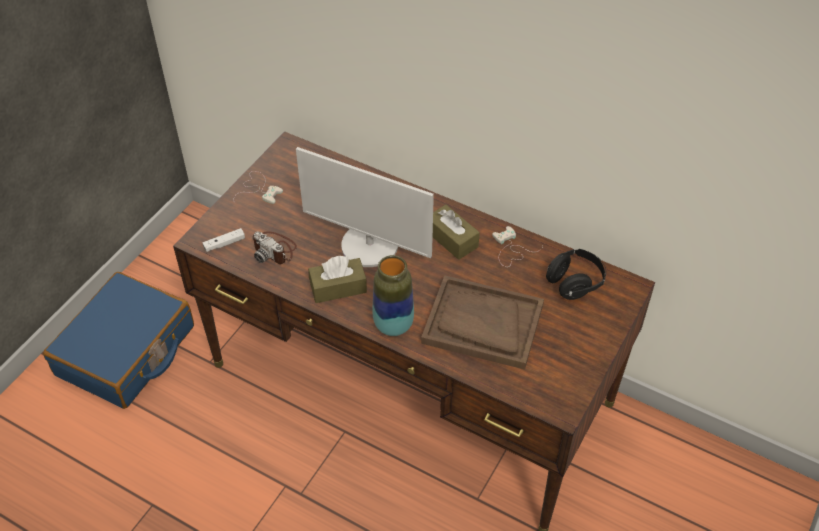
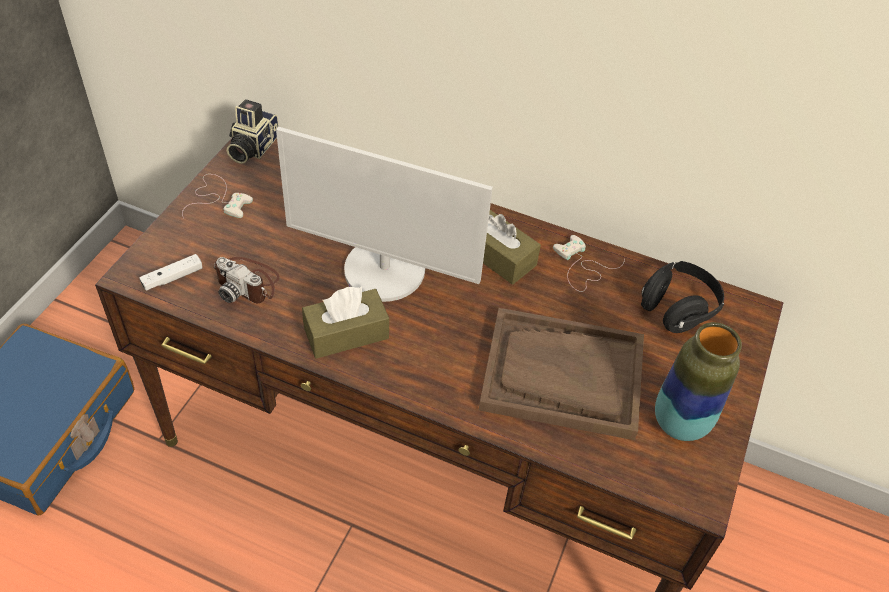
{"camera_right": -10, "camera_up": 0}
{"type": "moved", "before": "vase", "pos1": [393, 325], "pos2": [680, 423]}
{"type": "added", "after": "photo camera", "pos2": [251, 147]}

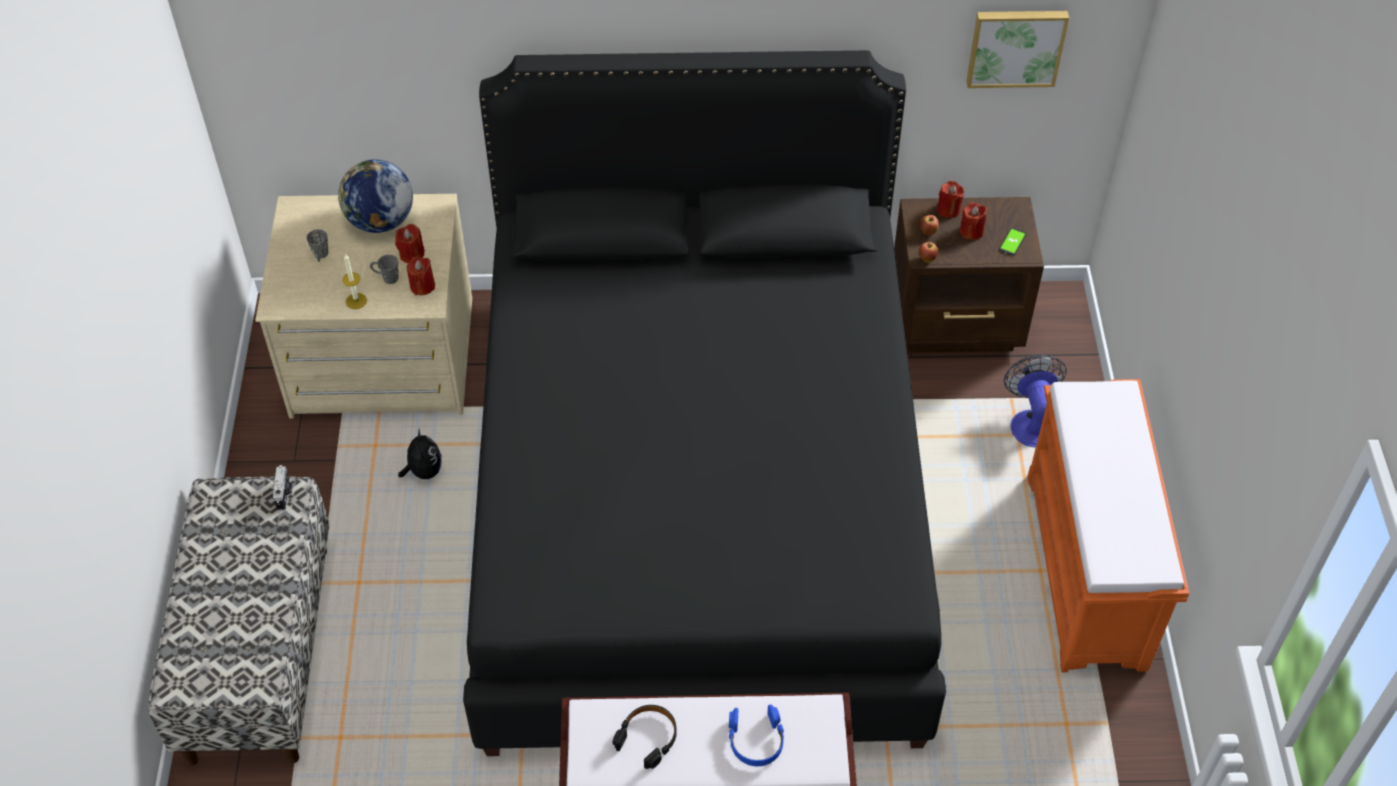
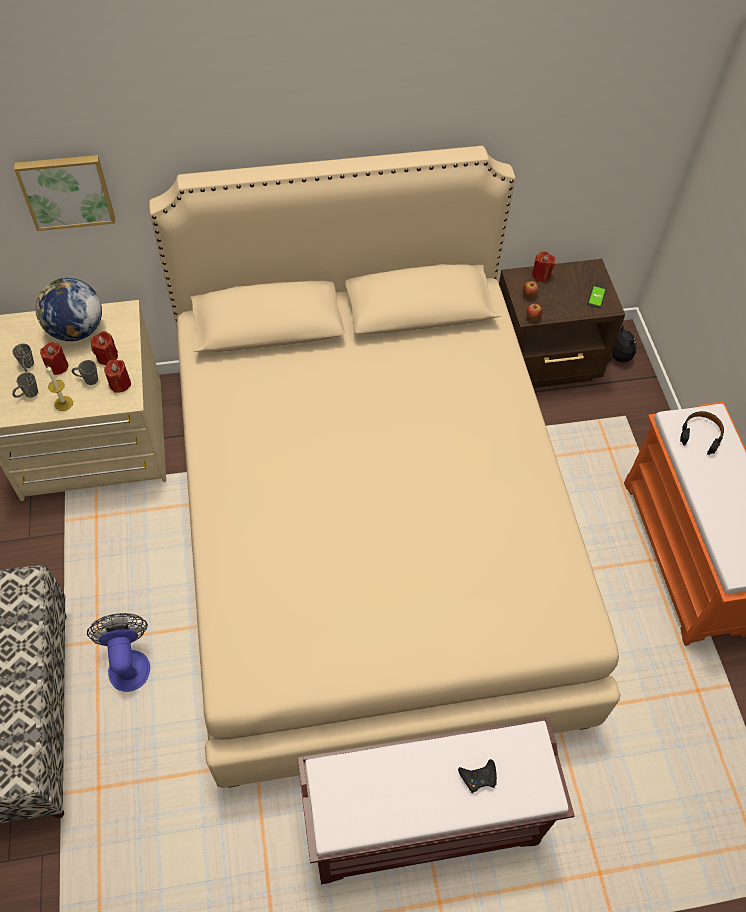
{"camera_right": -10, "camera_up": 5}
{"type": "moved", "before": "picture", "pos1": [1015, 46], "pos2": [66, 190]}
{"type": "recoloured", "before": "black-coloured bed", "after": "beige-coloured bed", "pos1": [698, 502], "pos2": [369, 534]}
{"type": "moved", "before": "red-coloured candle", "pos1": [971, 231], "pos2": [57, 366]}
{"type": "moved", "before": "electric fan", "pos1": [1031, 421], "pos2": [128, 662]}
{"type": "moved", "before": "soft toy", "pos1": [424, 471], "pos2": [617, 357]}
{"type": "removed", "before": "photo camera", "pos1": [284, 494]}
{"type": "replaced", "before": "bluish pair of headphones", "after": "black-coloured joypad", "pos1": [756, 740], "pos2": [478, 777]}
{"type": "moved", "before": "black-coloured pair of headphones", "pos1": [648, 738], "pos2": [701, 434]}
{"type": "added", "after": "gray mug", "pos2": [27, 395]}

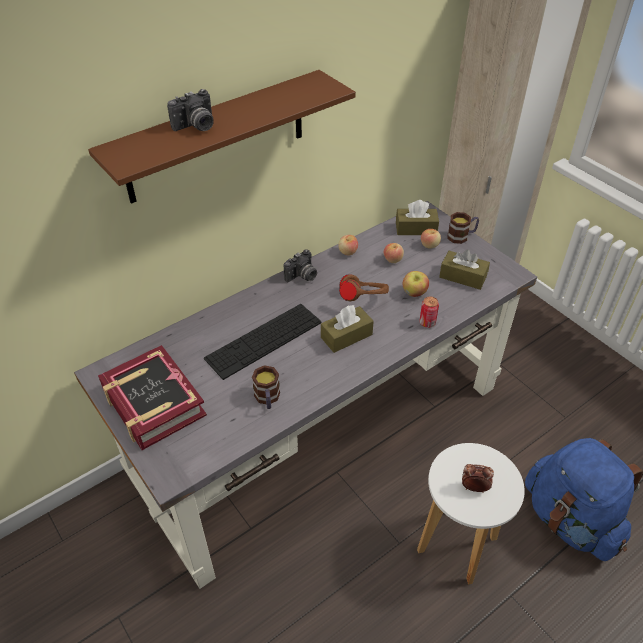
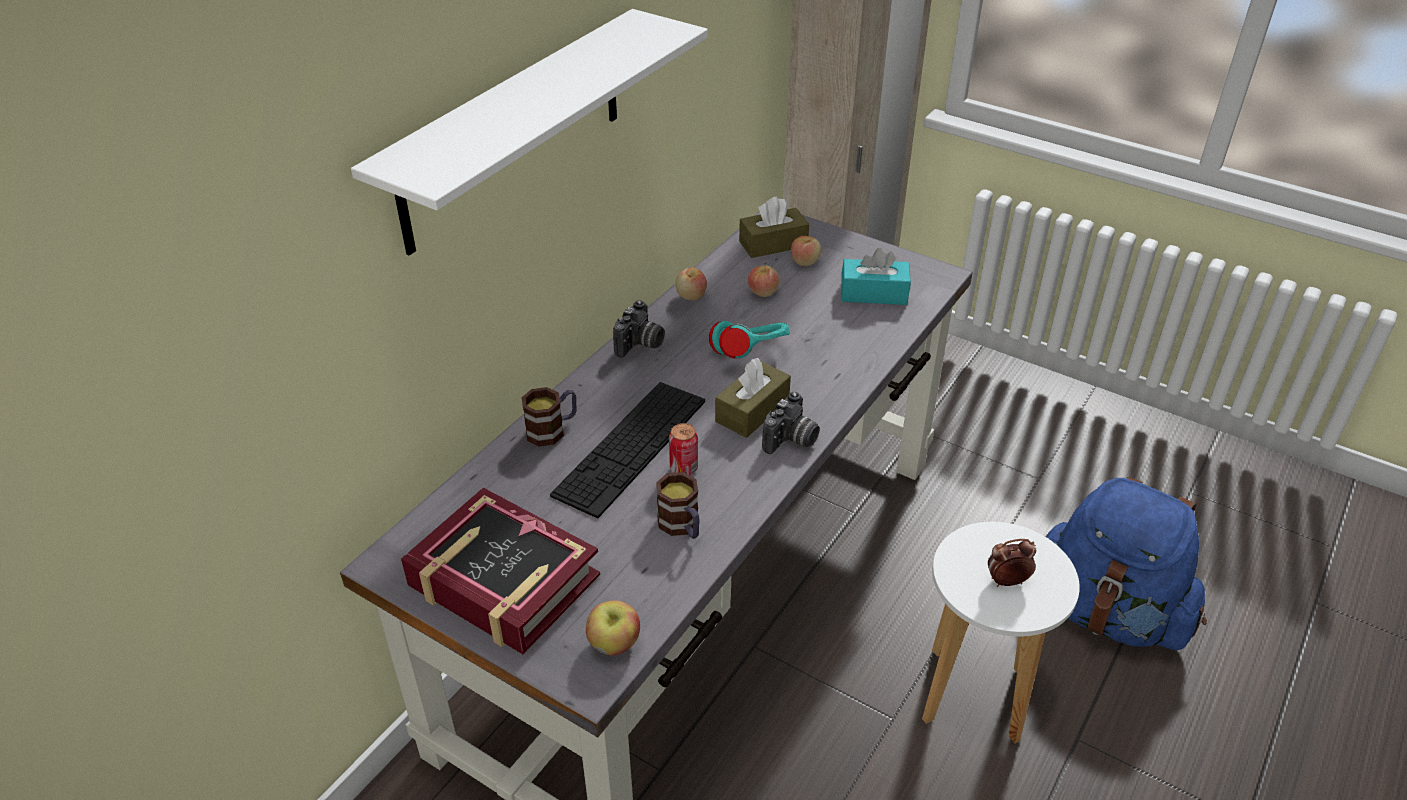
{"camera_right": -20, "camera_up": -5}
{"type": "recoloured", "before": "brownish bracket shelf", "after": "white bracket shelf", "pos1": [216, 137], "pos2": [513, 130]}
{"type": "moved", "before": "photo camera", "pos1": [196, 127], "pos2": [791, 441]}
{"type": "moved", "before": "mug", "pos1": [461, 236], "pos2": [552, 429]}
{"type": "recoloured", "before": "brownish box of tissues", "after": "turquoise-coloured box of tissues", "pos1": [463, 276], "pos2": [874, 293]}
{"type": "moved", "before": "whole apple", "pos1": [414, 293], "pos2": [614, 644]}
{"type": "recoloured", "before": "brownish pair of headphones", "after": "turquoise-coloured pair of headphones", "pos1": [363, 300], "pos2": [750, 357]}
{"type": "moved", "before": "sealed can", "pos1": [427, 323], "pos2": [683, 469]}

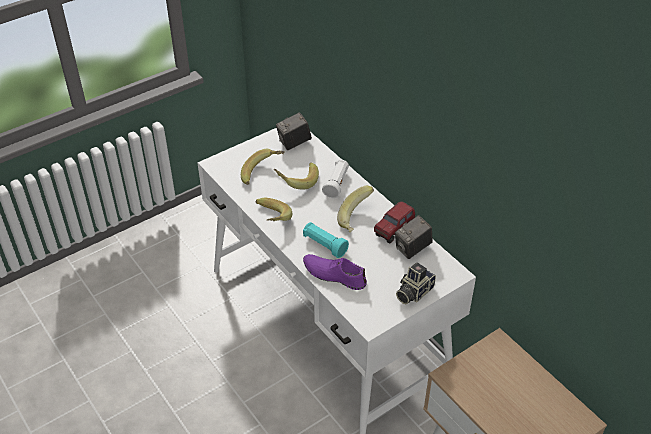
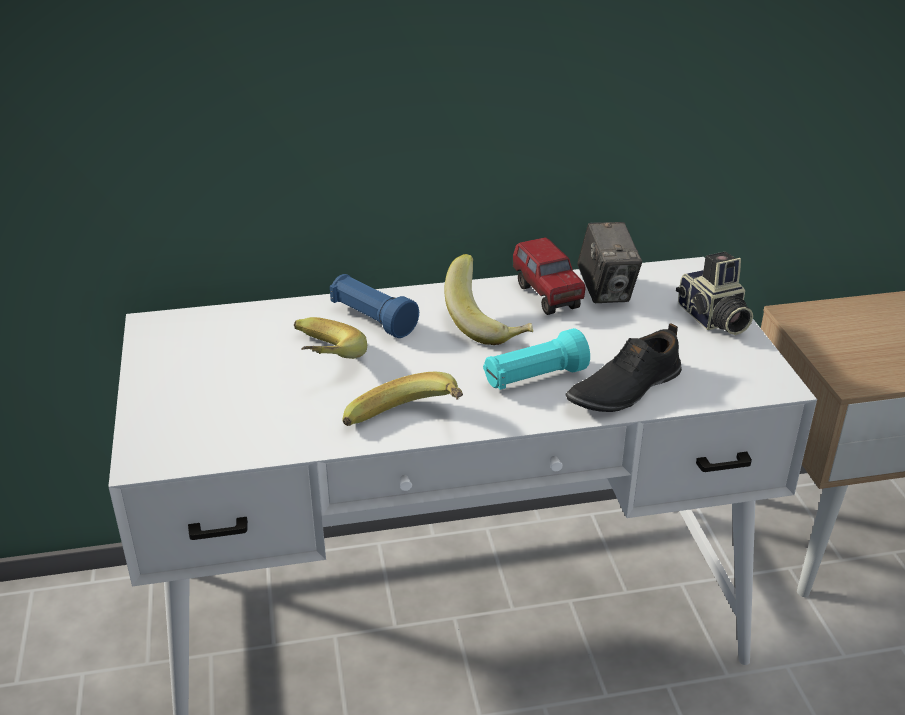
{"camera_right": -65, "camera_up": -10}
{"type": "removed", "before": "photo camera", "pos1": [294, 143]}
{"type": "removed", "before": "banana fruit", "pos1": [263, 174]}
{"type": "recoloured", "before": "white hand torch", "after": "bluish hand torch", "pos1": [336, 184], "pos2": [372, 319]}
{"type": "recoloured", "before": "purple-coloured low shoe", "after": "black-coloured low shoe", "pos1": [334, 275], "pos2": [624, 388]}

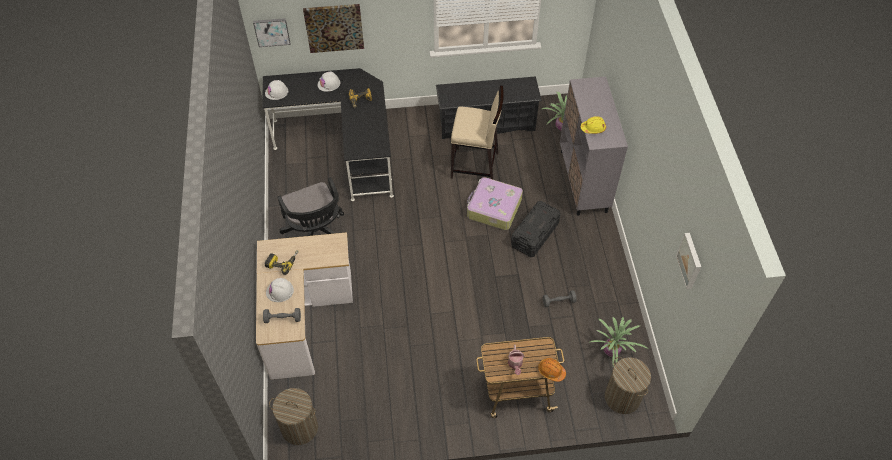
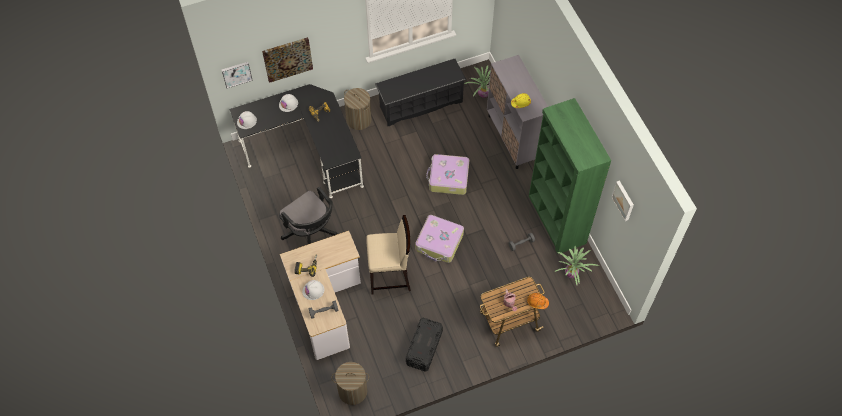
{"camera_right": -15, "camera_up": 5}
{"type": "moved", "before": "beige-coloured stool seat", "pos1": [475, 166], "pos2": [390, 276]}
{"type": "moved", "before": "black-coloured storage bin", "pos1": [534, 235], "pos2": [424, 348]}
{"type": "moved", "before": "laundry basket", "pos1": [622, 397], "pos2": [358, 120]}
{"type": "added", "after": "greenish bookcase", "pos2": [556, 220]}
{"type": "added", "after": "travel case", "pos2": [439, 242]}

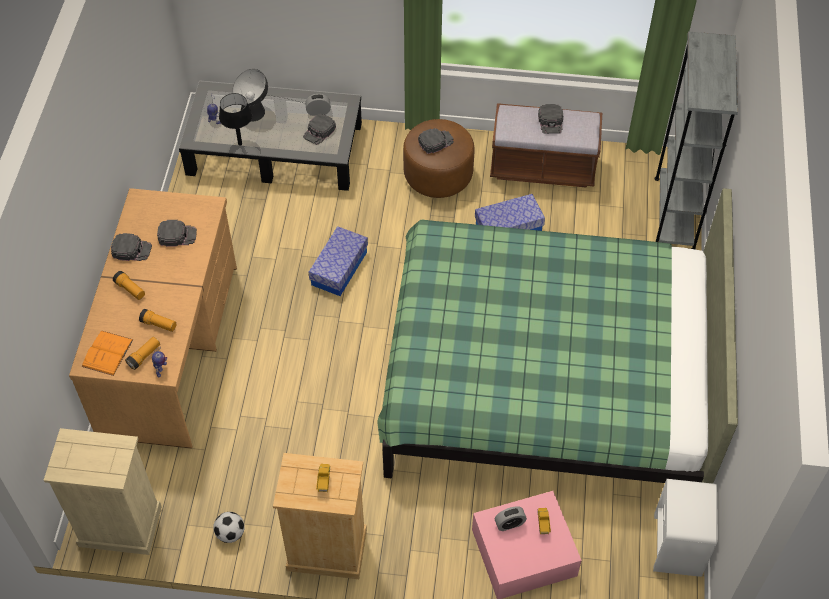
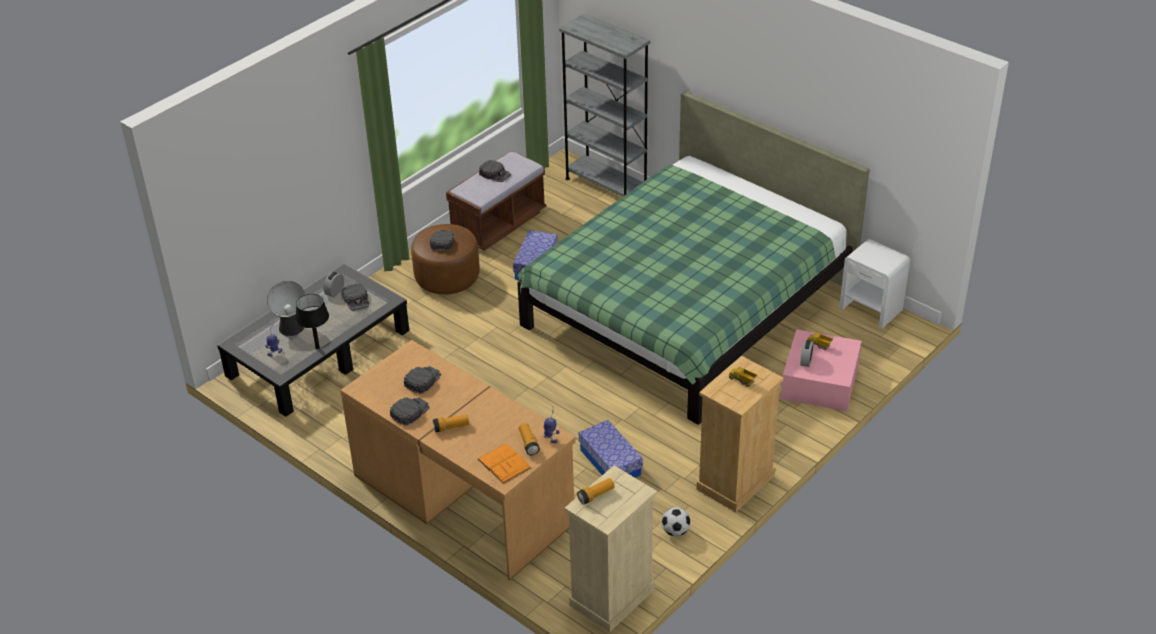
{"camera_right": -55, "camera_up": -15}
{"type": "moved", "before": "storage bin", "pos1": [339, 268], "pos2": [610, 462]}
{"type": "moved", "before": "hand torch", "pos1": [159, 324], "pos2": [596, 495]}

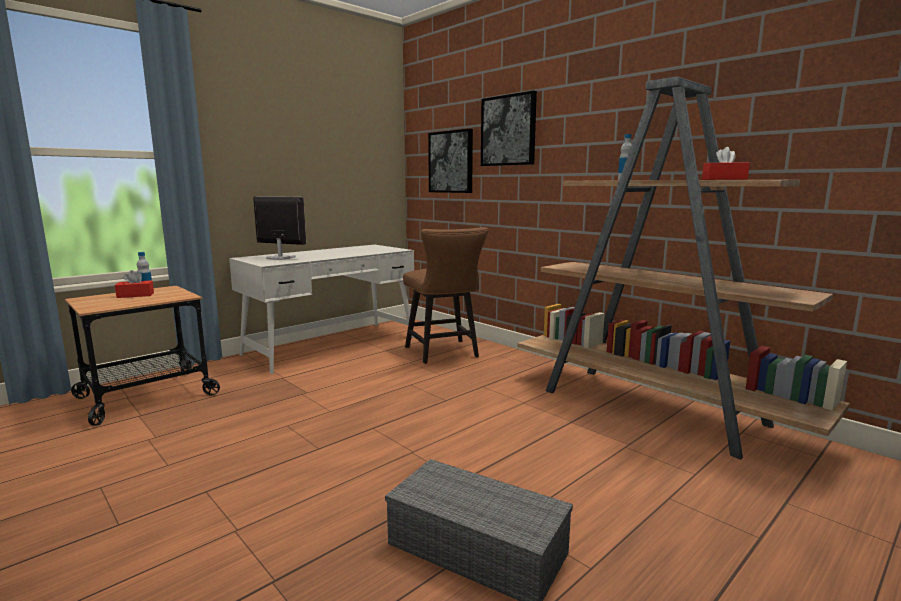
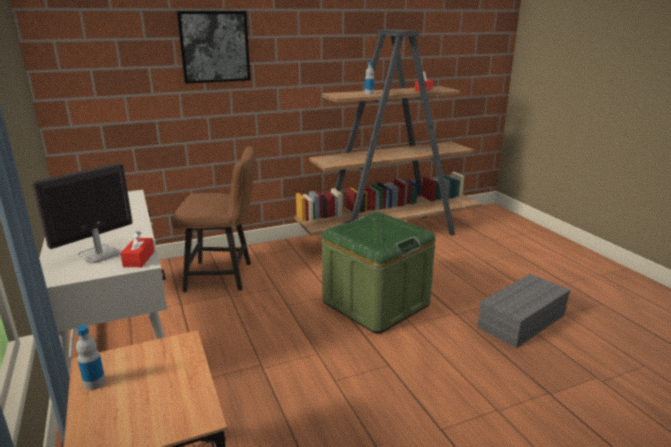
{"camera_right": -70, "camera_up": 10}
{"type": "removed", "before": "picture", "pos1": [451, 162]}
{"type": "moved", "before": "red-coloured box of tissues", "pos1": [135, 295], "pos2": [139, 259]}
{"type": "added", "after": "greenish storage bin", "pos2": [376, 303]}

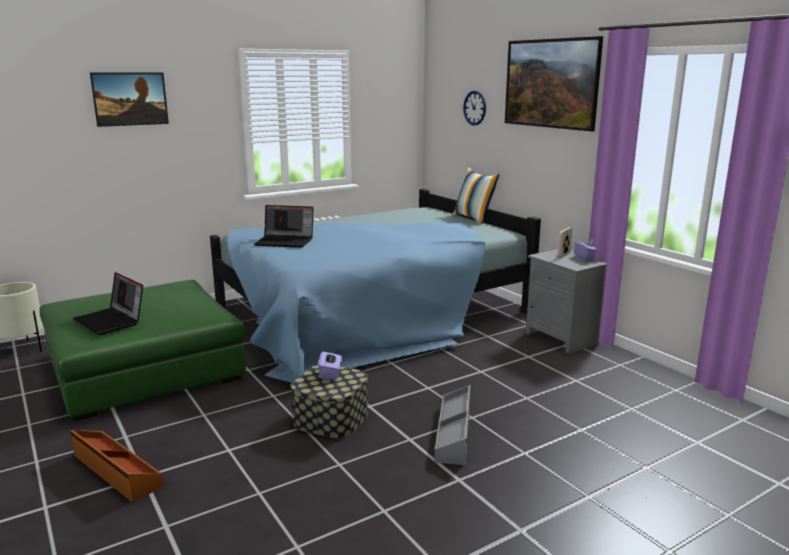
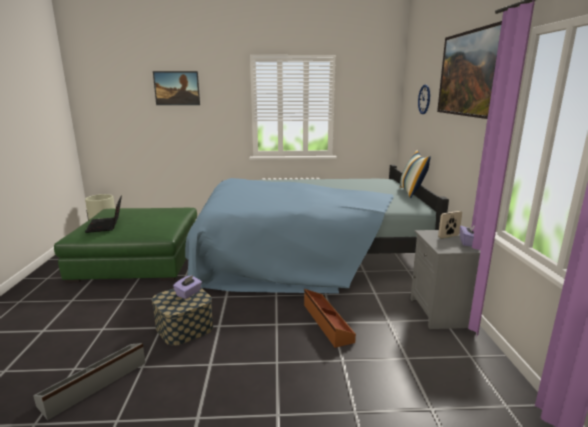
{"camera_right": 30, "camera_up": 0}
{"type": "removed", "before": "laptop", "pos1": [285, 241]}
{"type": "moved", "before": "gray storage bin", "pos1": [454, 433], "pos2": [95, 383]}
{"type": "moved", "before": "brownish storage bin", "pos1": [115, 471], "pos2": [326, 322]}

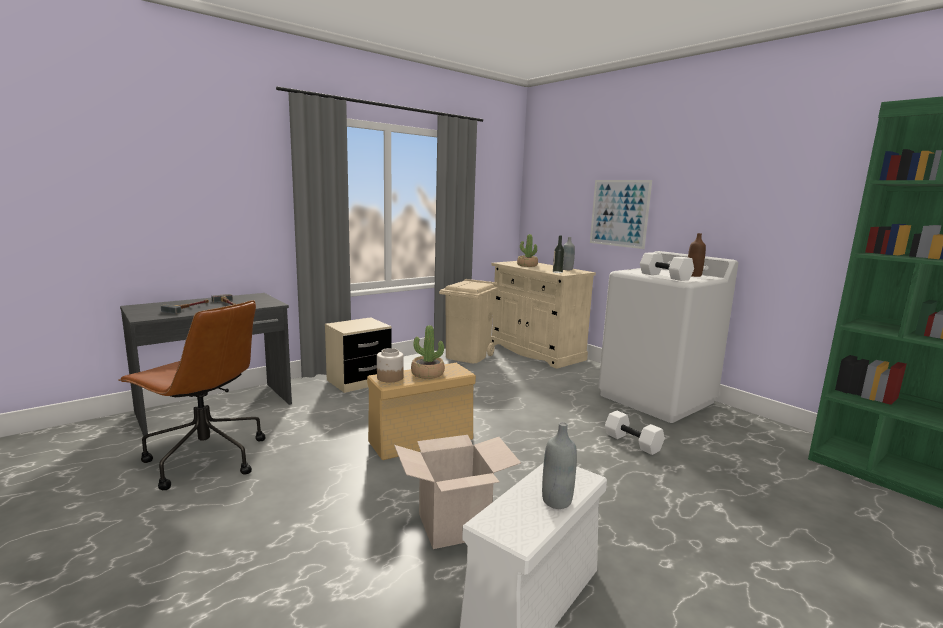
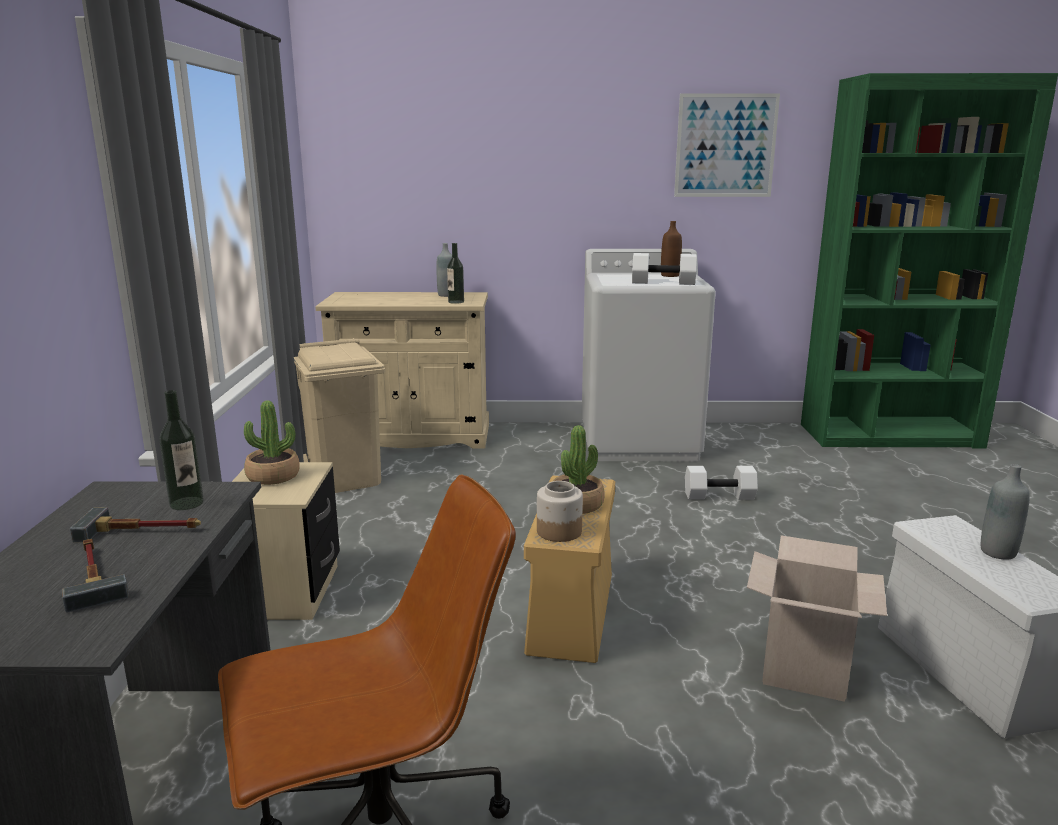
{"camera_right": -50, "camera_up": 5}
{"type": "moved", "before": "picture", "pos1": [619, 213], "pos2": [725, 146]}
{"type": "moved", "before": "houseplant", "pos1": [527, 265], "pos2": [273, 476]}
{"type": "added", "after": "drink bottle", "pos2": [186, 503]}

